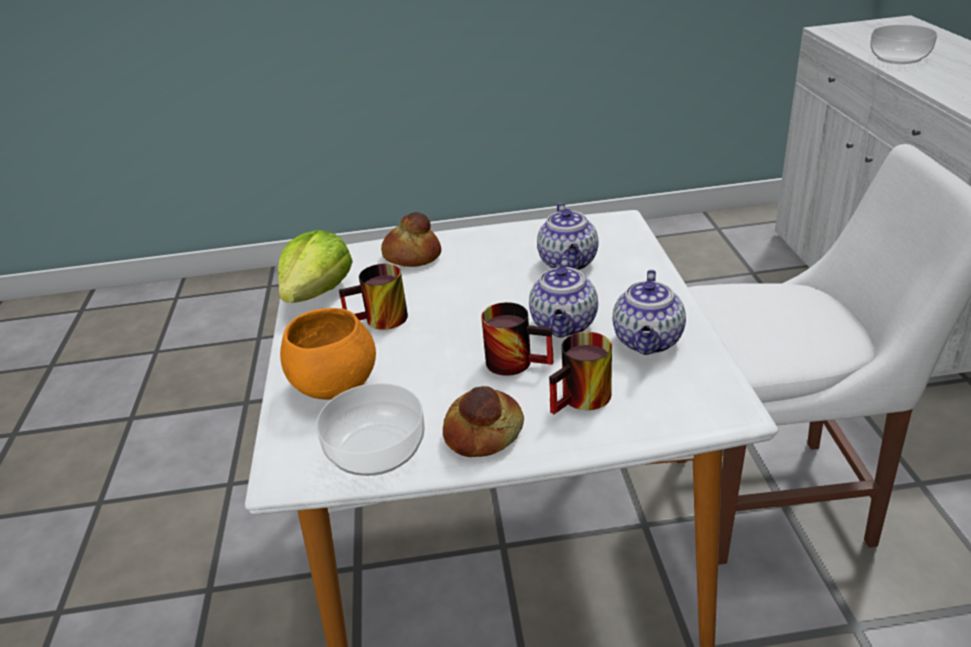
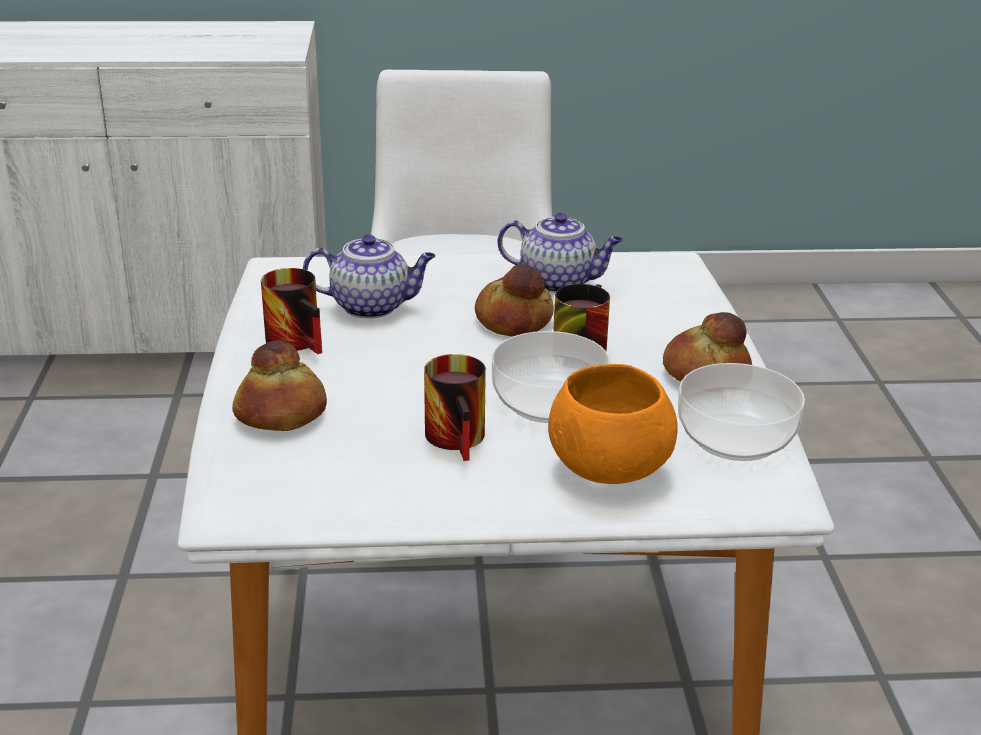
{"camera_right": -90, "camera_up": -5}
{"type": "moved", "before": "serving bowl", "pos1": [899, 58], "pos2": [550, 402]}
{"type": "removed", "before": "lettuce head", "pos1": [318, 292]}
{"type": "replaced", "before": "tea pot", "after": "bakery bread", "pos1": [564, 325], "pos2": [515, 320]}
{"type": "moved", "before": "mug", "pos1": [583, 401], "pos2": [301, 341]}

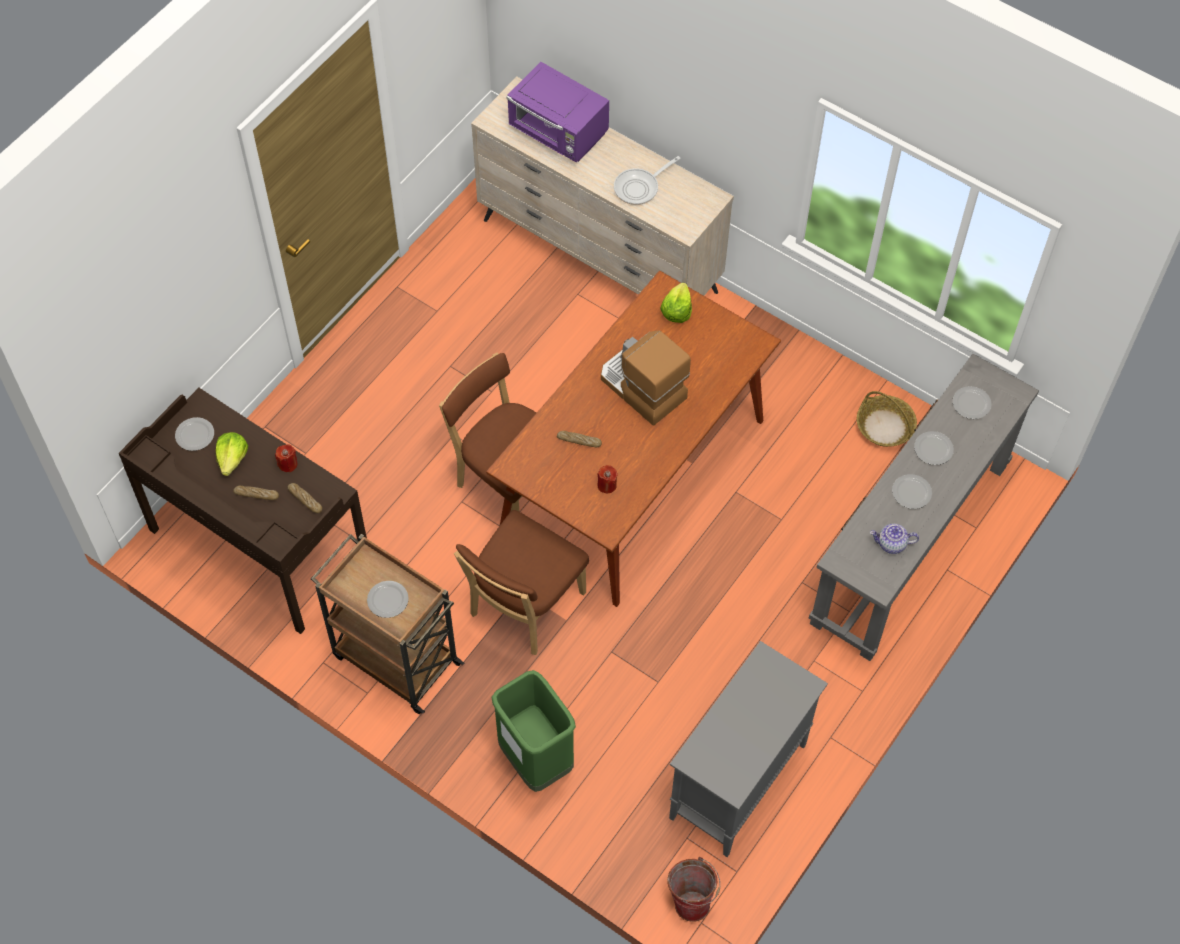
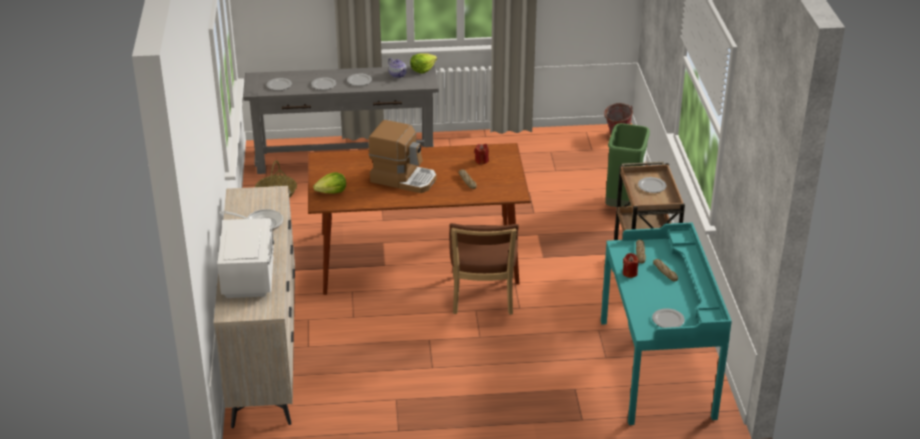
{"camera_right": -130, "camera_up": -25}
{"type": "recoloured", "before": "purple-coloured microwave oven", "after": "white microwave oven", "pos1": [559, 133], "pos2": [249, 276]}
{"type": "turned", "before": "coffee machine", "pos1": [641, 388], "pos2": [403, 178], "turn": -75}
{"type": "recoloured", "before": "brownish desk table", "after": "turquoise-coloured desk table", "pos1": [258, 543], "pos2": [657, 368]}
{"type": "moved", "before": "lettuce head", "pos1": [232, 459], "pos2": [422, 69]}
{"type": "removed", "before": "brownish plain chair", "pos1": [523, 607]}
{"type": "removed", "before": "gray cabinet", "pos1": [737, 783]}

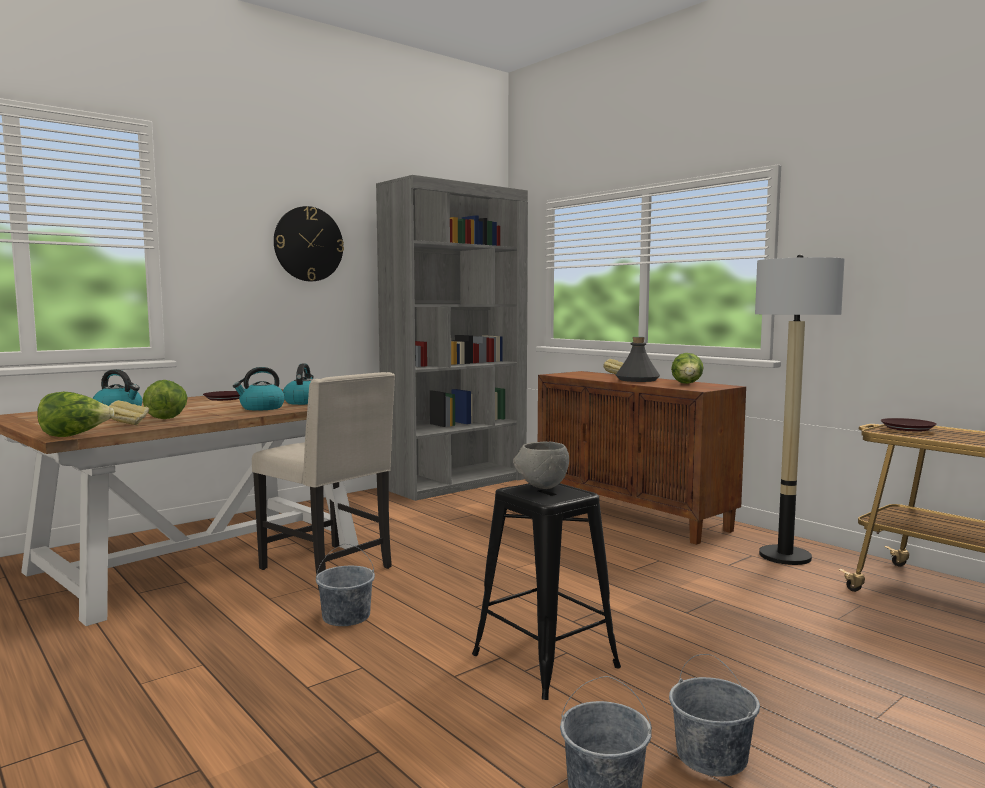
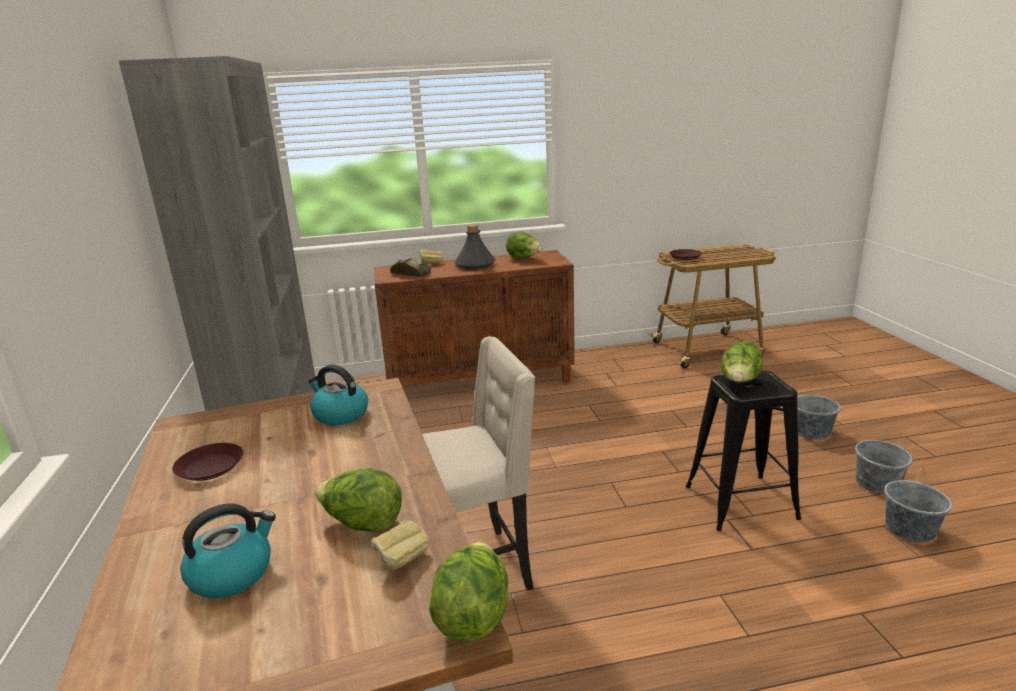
{"camera_right": -60, "camera_up": 15}
{"type": "removed", "before": "clock on the wall", "pos1": [308, 244]}
{"type": "removed", "before": "standing lamp", "pos1": [785, 556]}
{"type": "removed", "before": "kettle", "pos1": [261, 408]}
{"type": "replaced", "before": "gray serving bowl", "after": "lettuce head", "pos1": [542, 487], "pos2": [740, 382]}
{"type": "moved", "before": "gray bucket", "pos1": [345, 617], "pos2": [811, 432]}
{"type": "added", "after": "bakery bread", "pos2": [412, 273]}

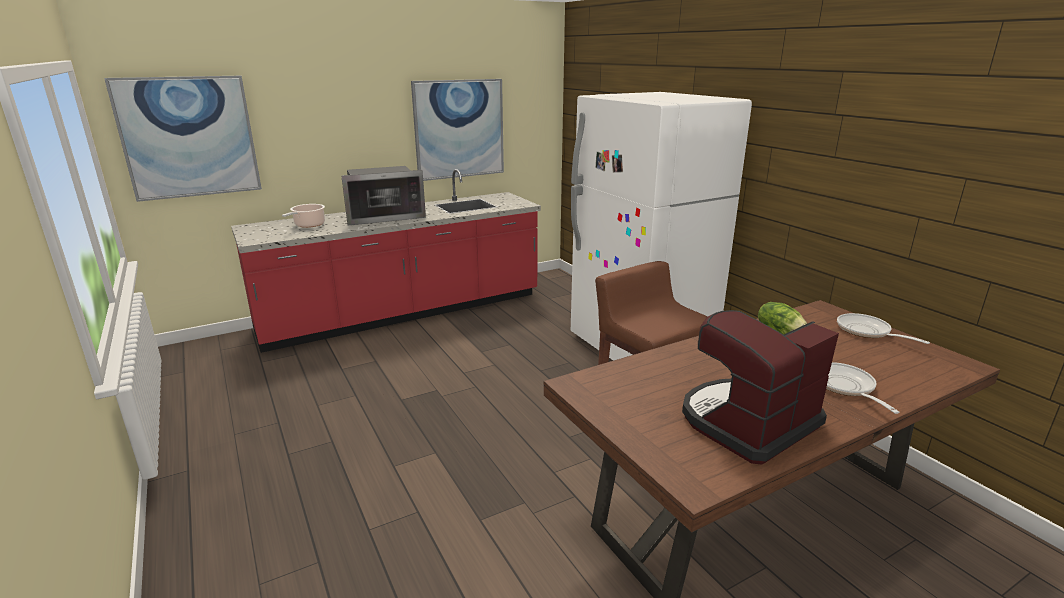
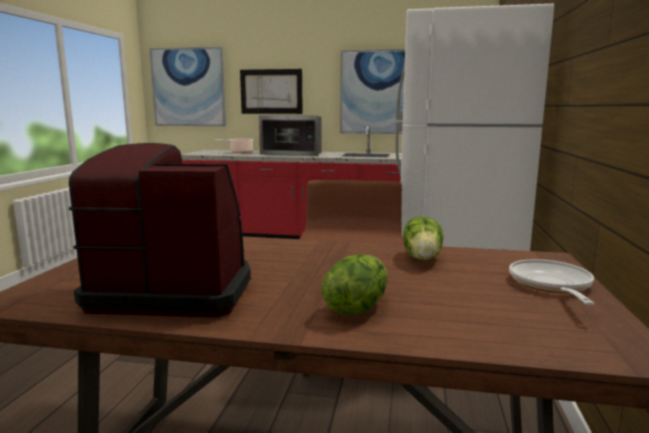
{"camera_right": 40, "camera_up": -10}
{"type": "replaced", "before": "skillet", "after": "lettuce head", "pos1": [845, 387], "pos2": [356, 307]}
{"type": "added", "after": "picture", "pos2": [271, 91]}

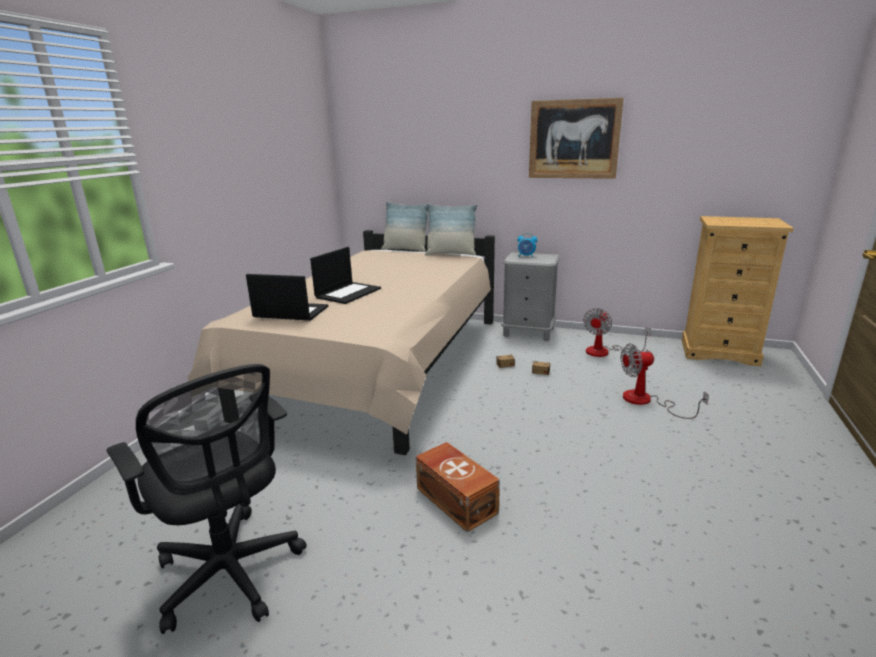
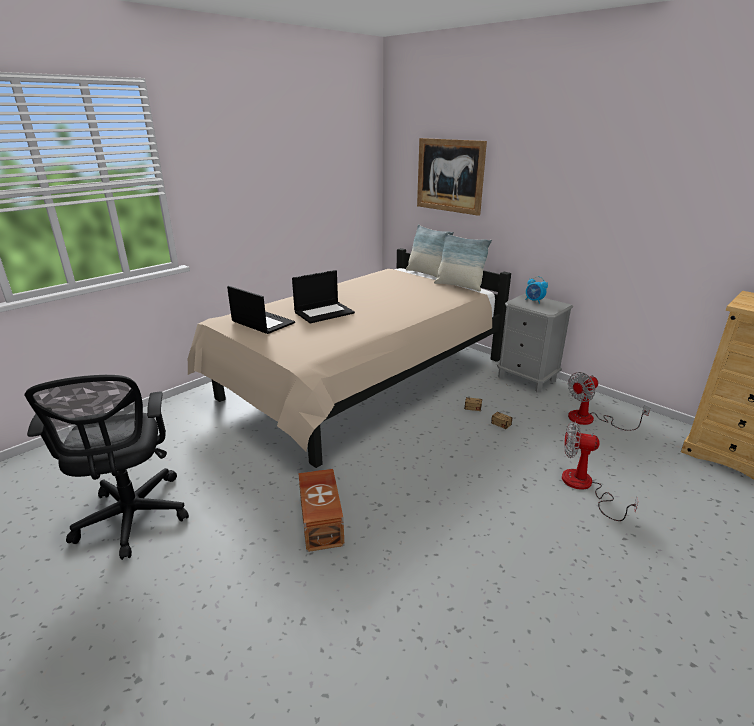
{"camera_right": 25, "camera_up": 5}
{"type": "moved", "before": "picture", "pos1": [574, 139], "pos2": [450, 176]}

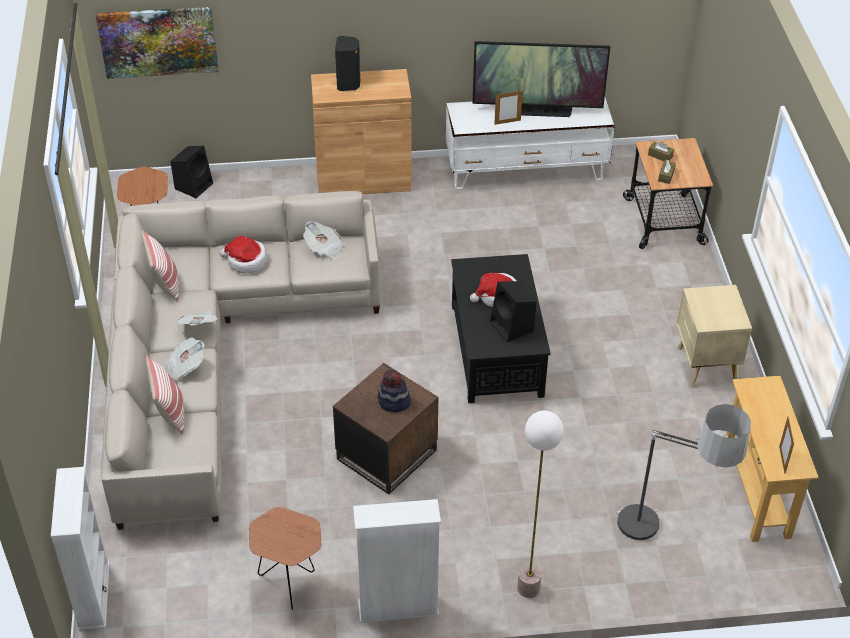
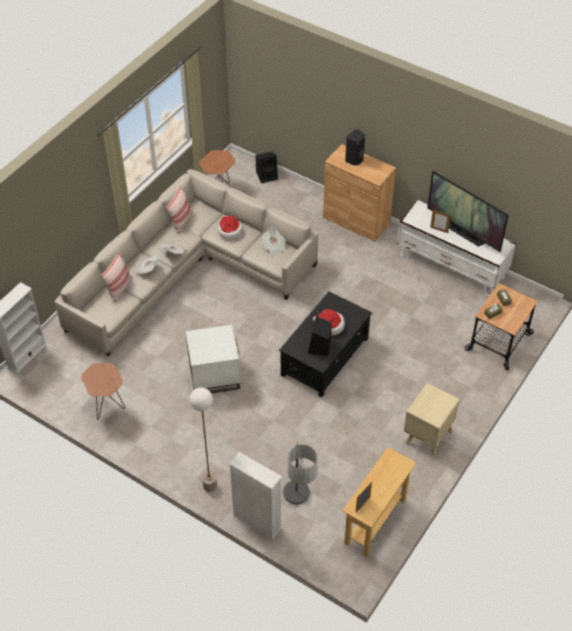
{"camera_right": 40, "camera_up": 5}
{"type": "removed", "before": "picture", "pos1": [158, 41]}
{"type": "recoloured", "before": "brownish side table", "after": "white side table", "pos1": [386, 454], "pos2": [214, 375]}
{"type": "removed", "before": "wearable hat", "pos1": [393, 402]}
{"type": "moved", "before": "white bookcase", "pos1": [398, 608], "pos2": [257, 521]}

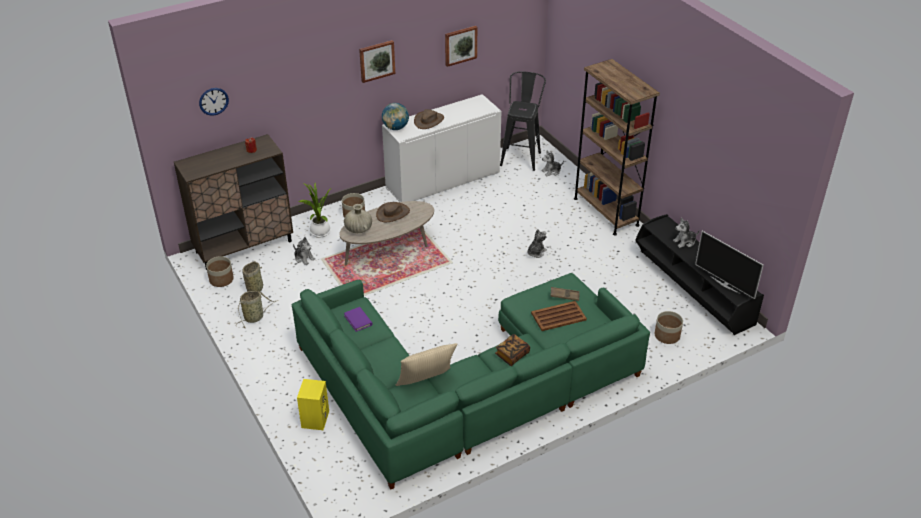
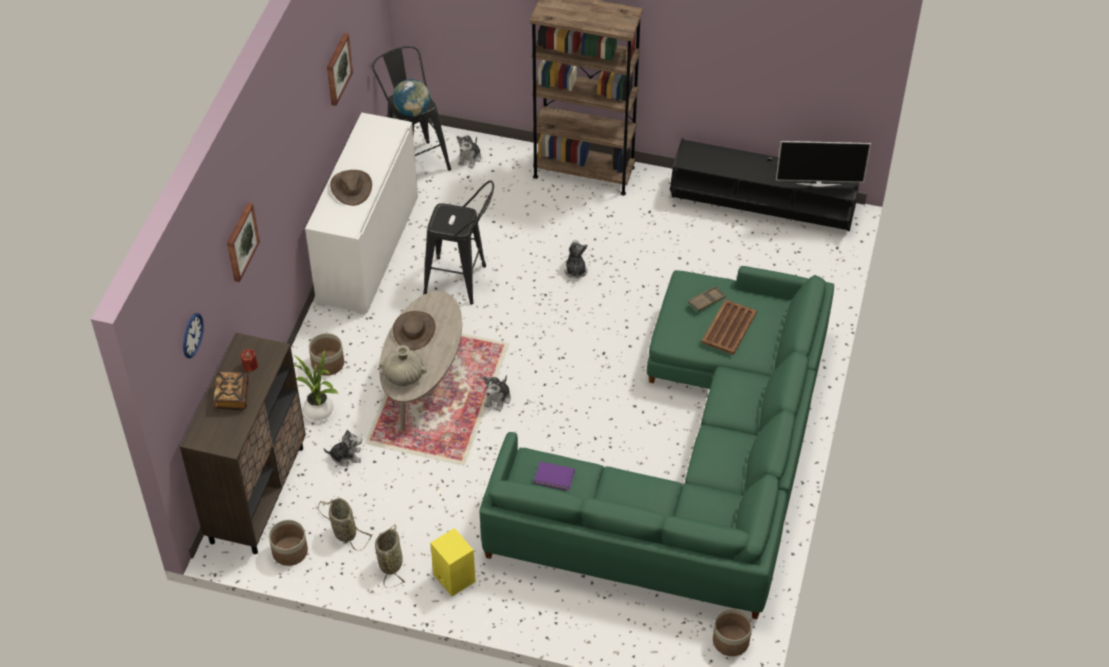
{"camera_right": -45, "camera_up": 10}
{"type": "moved", "before": "picture", "pos1": [376, 60], "pos2": [241, 241]}
{"type": "moved", "before": "globe", "pos1": [396, 128], "pos2": [412, 111]}
{"type": "moved", "before": "soft toy", "pos1": [685, 242], "pos2": [498, 399]}
{"type": "moved", "before": "flower pot", "pos1": [667, 336], "pos2": [731, 641]}
{"type": "moved", "before": "book", "pos1": [512, 355], "pos2": [232, 397]}
{"type": "removed", "before": "beige-coloured pillow", "pos1": [426, 383]}
{"type": "moved", "before": "yellow loudspeaker", "pos1": [315, 419], "pos2": [453, 577]}
{"type": "added", "after": "black-coloured stool seat", "pos2": [462, 282]}

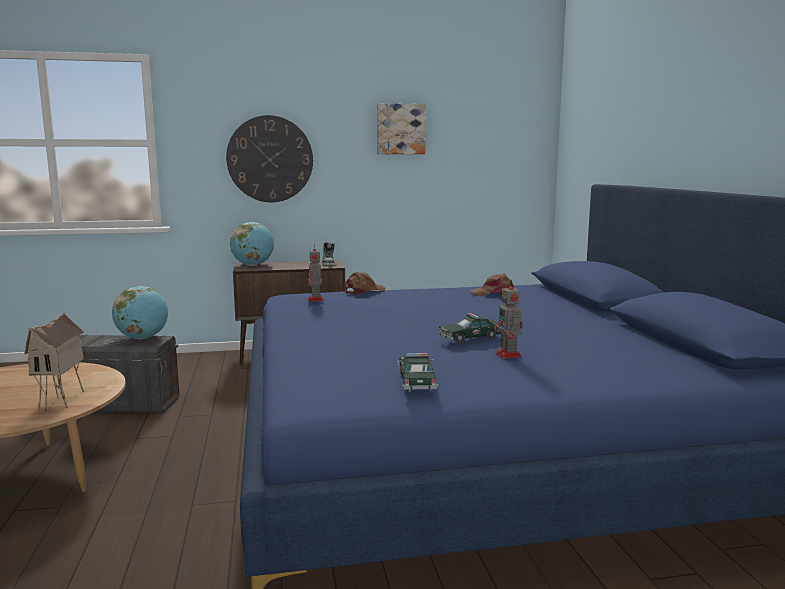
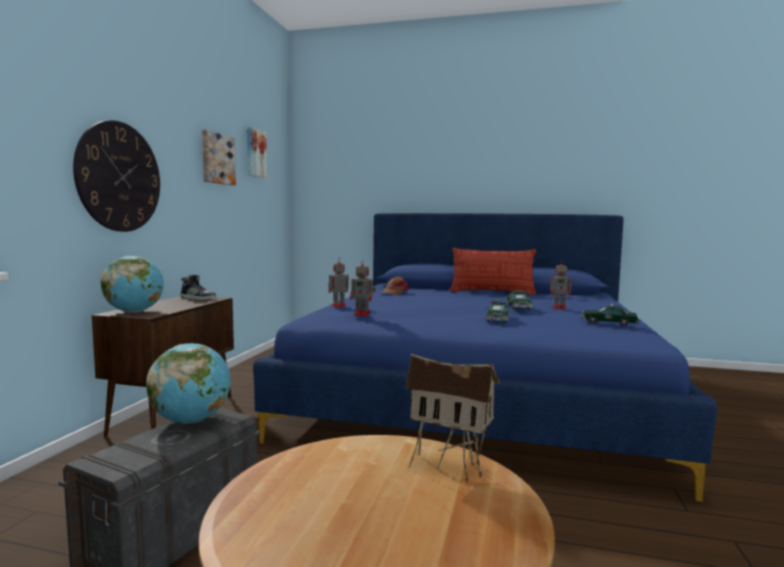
{"camera_right": -65, "camera_up": -5}
{"type": "replaced", "before": "brownish peaked cap", "after": "toy robot", "pos1": [364, 291], "pos2": [338, 306]}
{"type": "added", "after": "picture", "pos2": [255, 153]}
{"type": "added", "after": "pillow", "pos2": [492, 292]}
{"type": "added", "after": "miniature car", "pos2": [497, 319]}

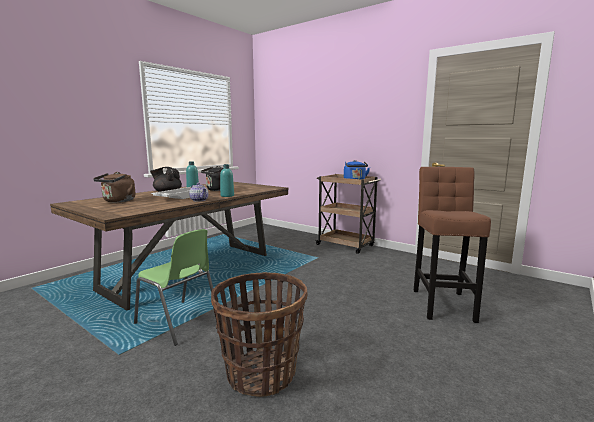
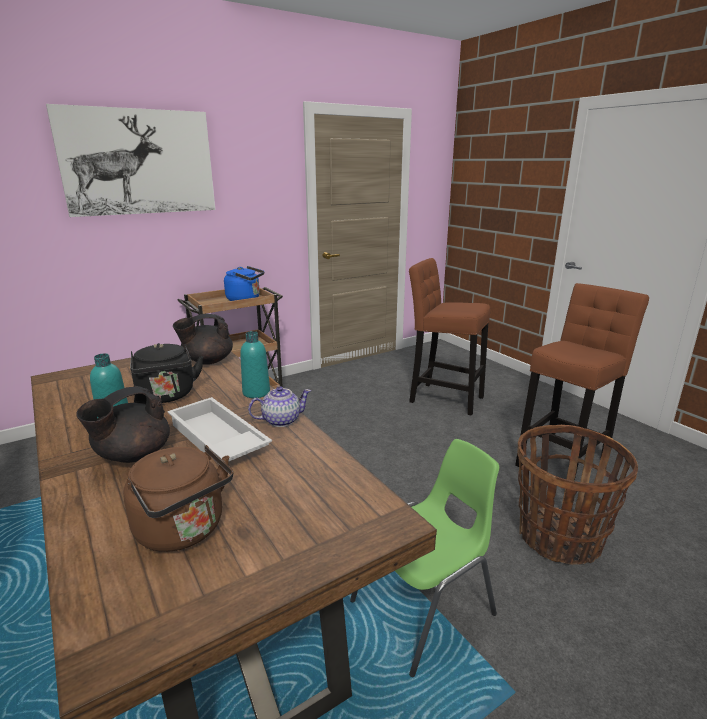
{"camera_right": -70, "camera_up": 10}
{"type": "added", "after": "picture", "pos2": [139, 162]}
{"type": "added", "after": "brownish stool seat", "pos2": [563, 459]}
{"type": "added", "after": "black-coloured tea pot", "pos2": [207, 361]}

